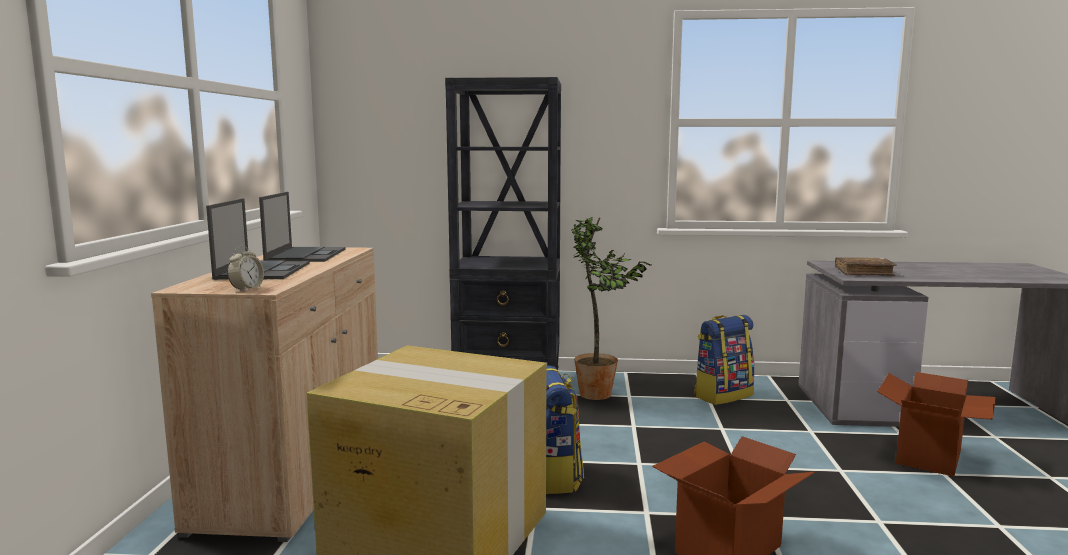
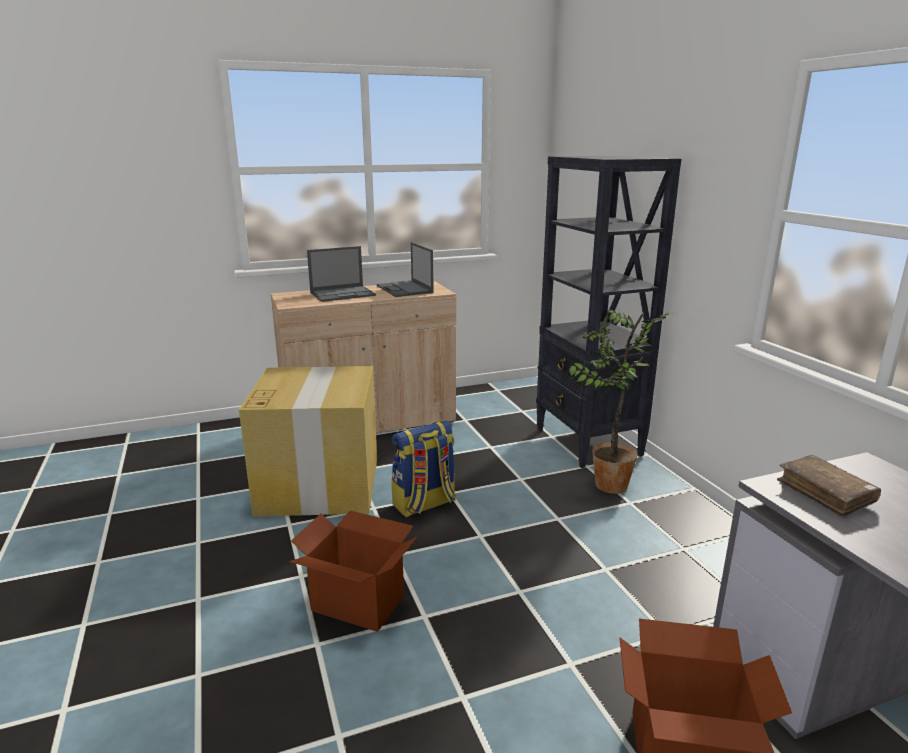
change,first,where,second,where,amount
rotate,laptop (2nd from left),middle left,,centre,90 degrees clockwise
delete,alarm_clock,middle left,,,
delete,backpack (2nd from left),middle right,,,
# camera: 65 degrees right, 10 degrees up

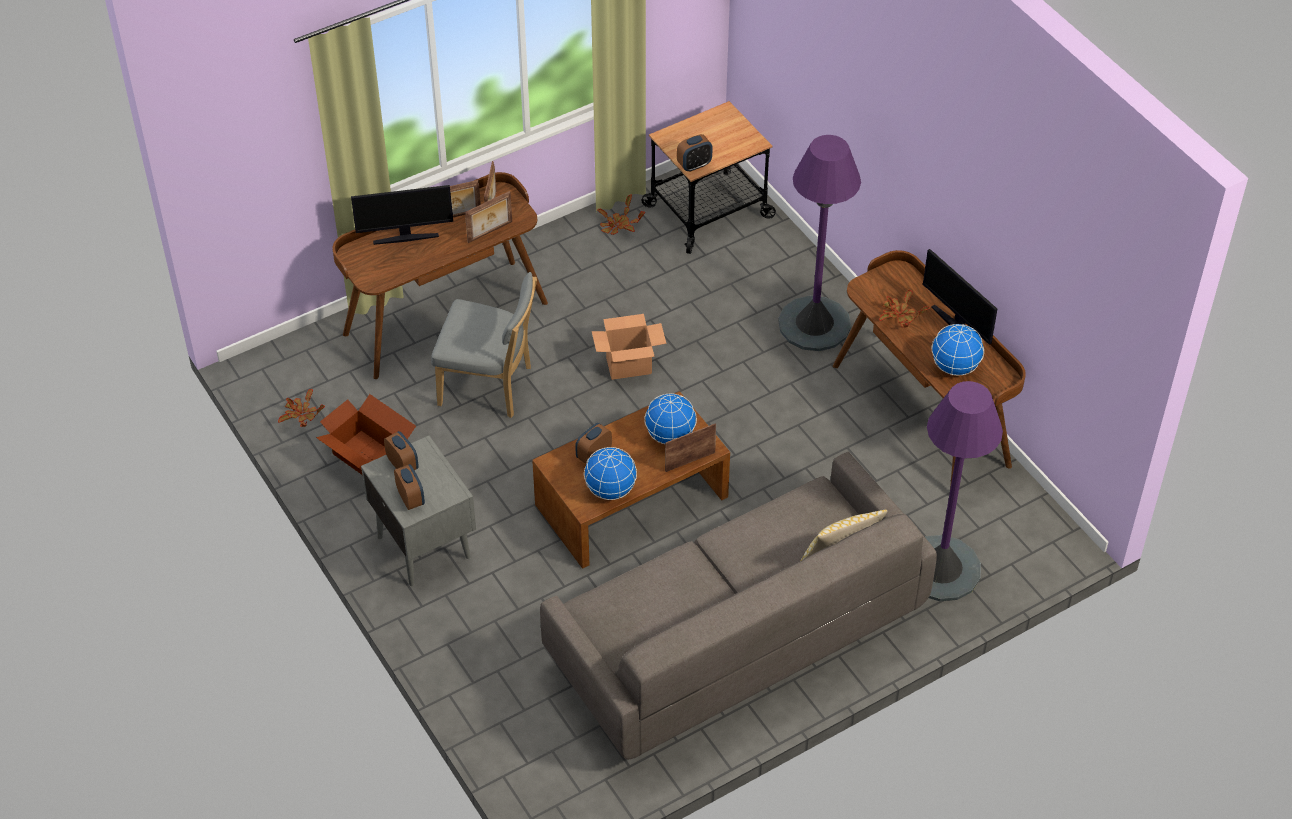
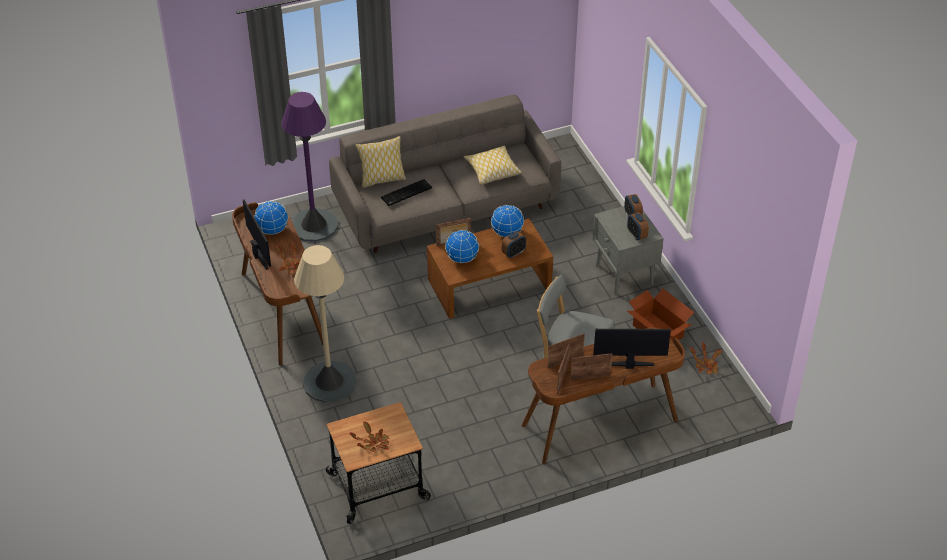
change,first,where,second,where,amount
delete,alarm_clock (4th from left),top centre,,,
recolor,purple_floor_lamp (1st from left),top centre,beige_floor_lamp,centre,
move,potted_plant (2nd from left),top centre,,bottom centre,
delete,cardboard_box (2nd from left),centre,,,
insert,,,pillow (2nd from left),top centre,
insert,,,keyboard,centre,
# camera: 170 degrees left, 5 degrees down

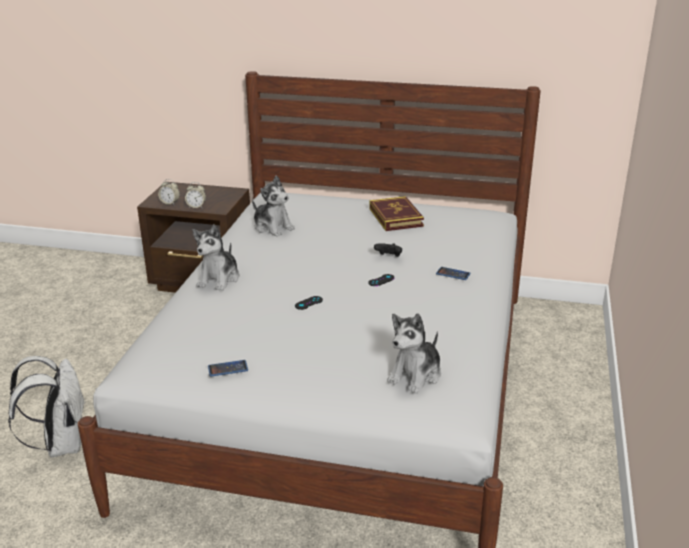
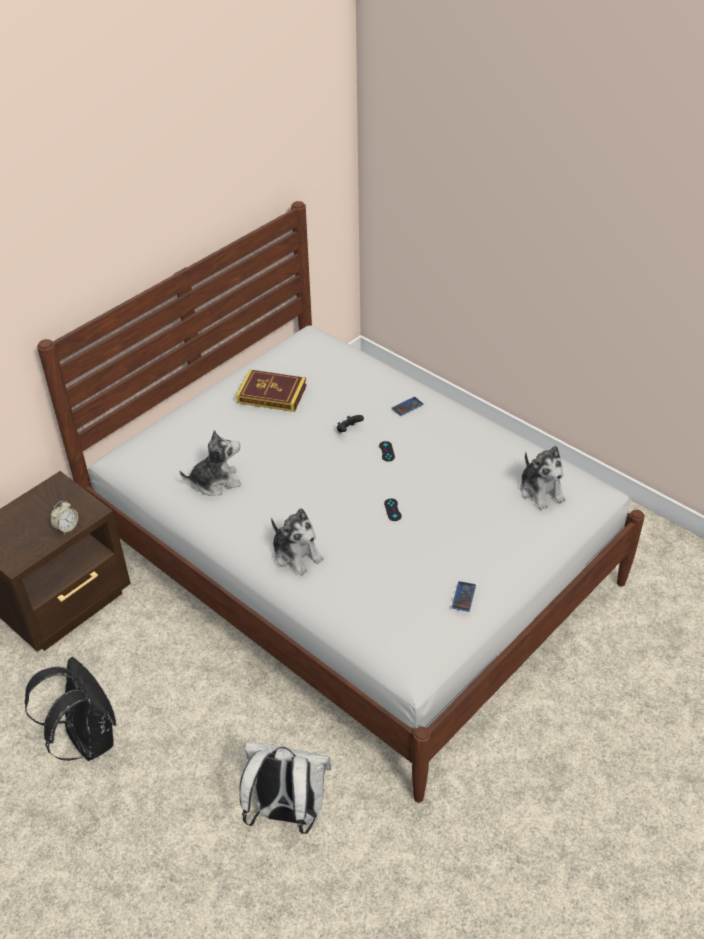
change,first,where,second,where,amount
delete,alarm_clock (1st from left),middle left,,,
insert,,,black_backpack,bottom left,
# camera: 60 degrees left, 15 degrees up

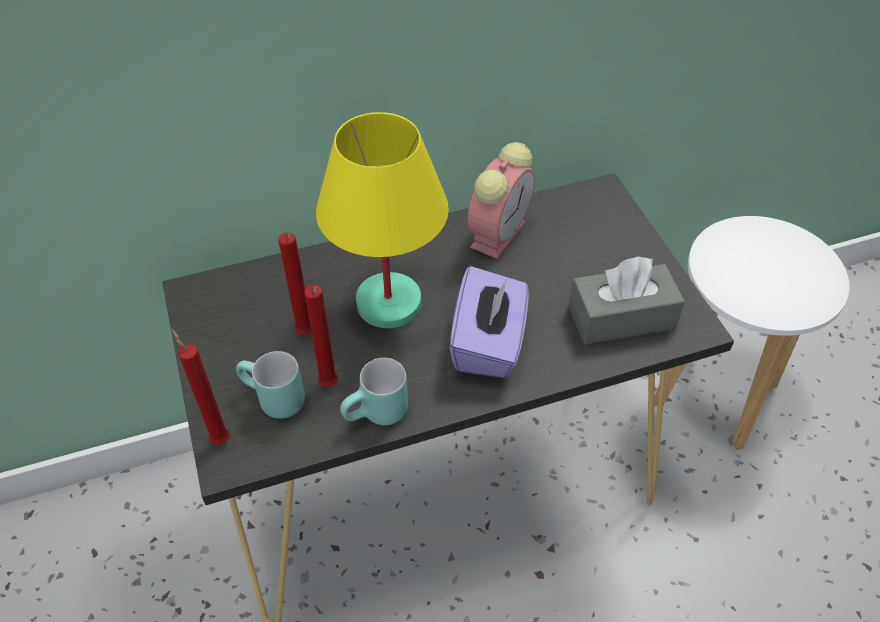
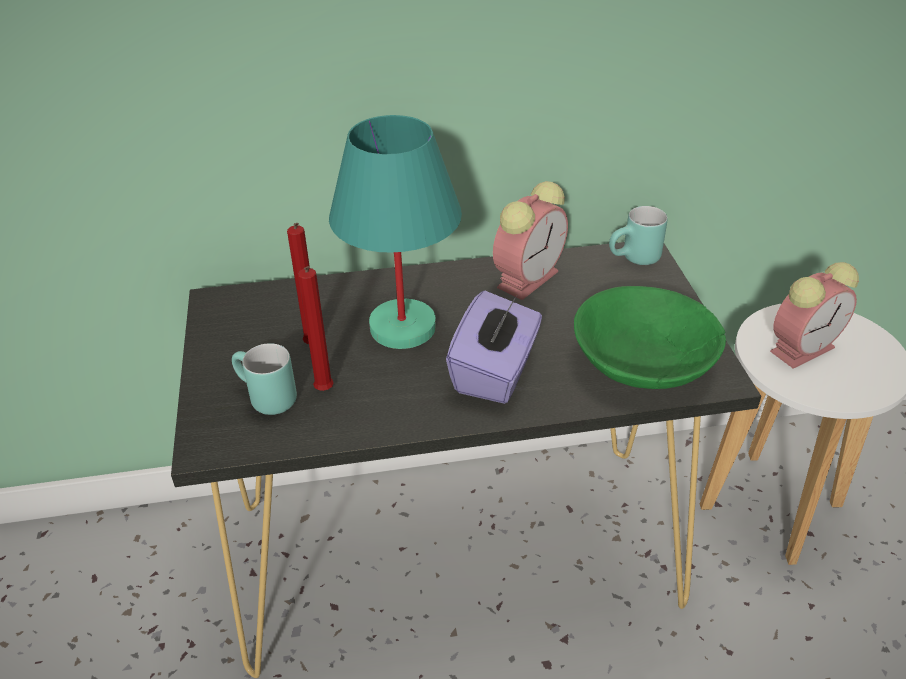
change,first,where,second,where,amount
recolor,yellow_table_lamp,centre,turquoise_table_lamp,centre,
replace,grey_tissue_box,middle right,green_bowl,middle right,
delete,red_candle (1st from left),middle left,,,
move,turquoise_mug (2nd from left),centre,,middle right,
insert,,,alarm_clock (2nd from left),middle right,
# camera: 10 degrees right, 10 degrees down

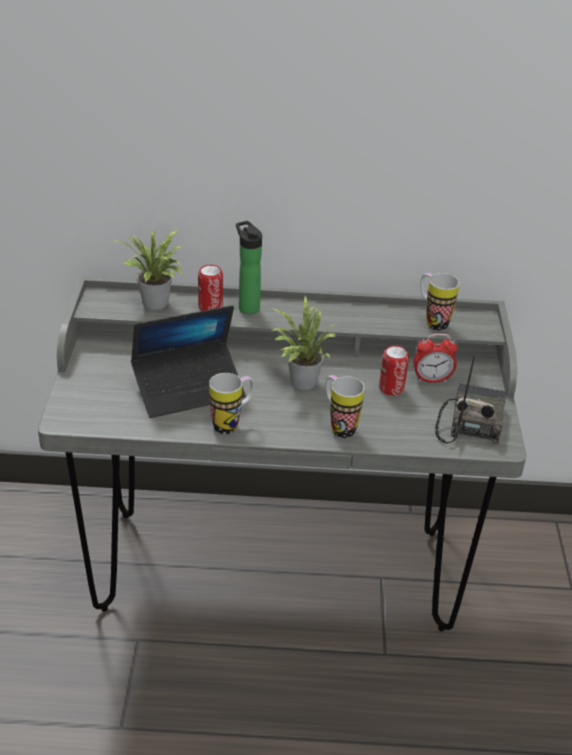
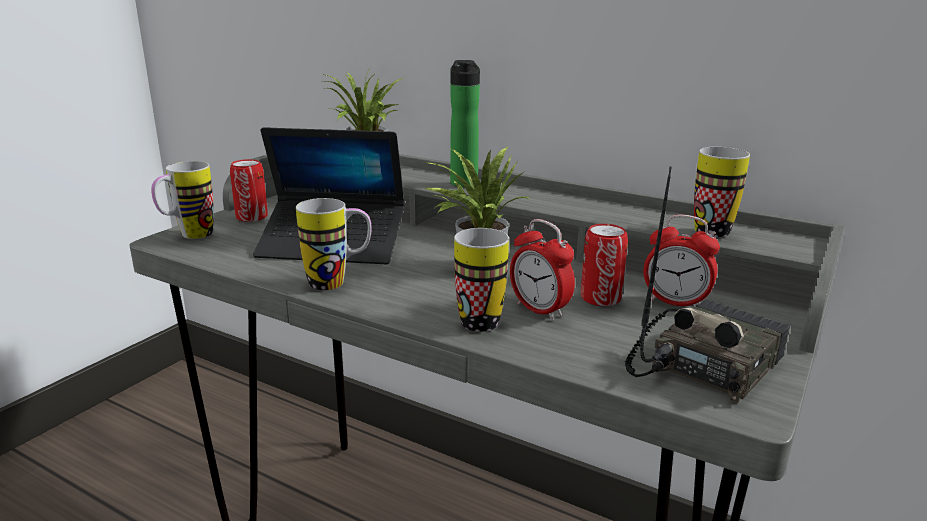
change,first,where,second,where,amount
move,can (1st from left),centre,,middle left,
insert,,,mug (1st from left),middle left,
insert,,,alarm_clock (1st from left),centre,
# camera: 30 degrees right, 15 degrees down

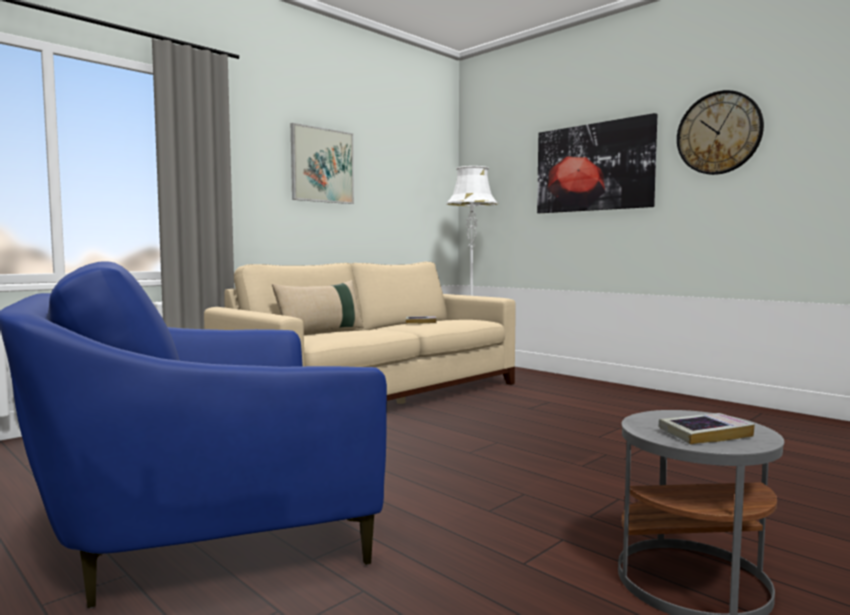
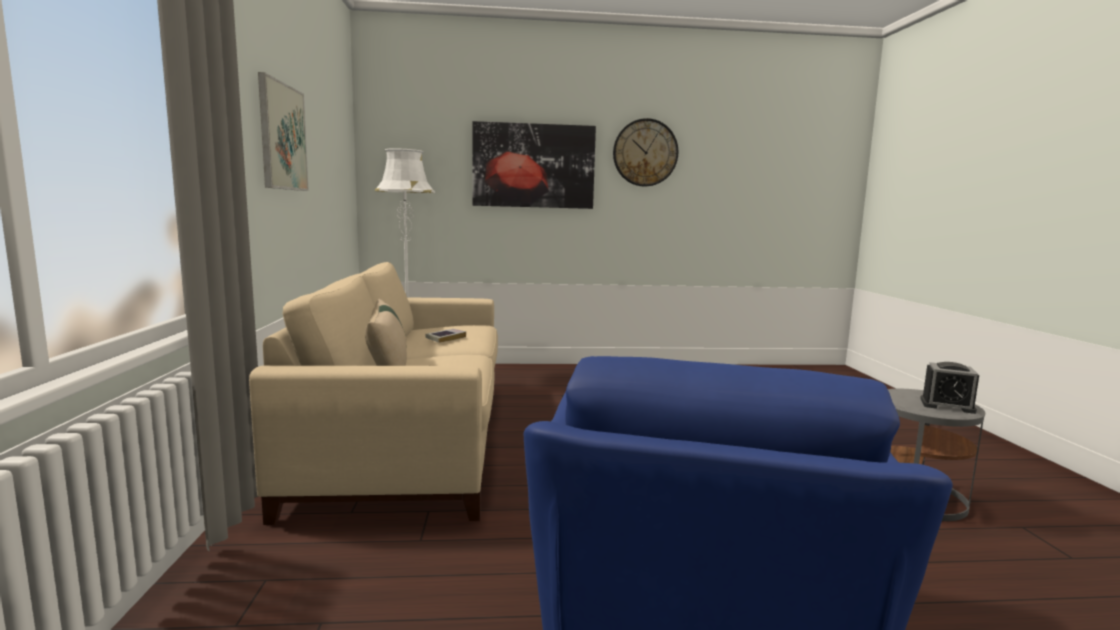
change,first,where,second,where,amount
replace,book (2nd from left),bottom right,alarm_clock,middle right,
# camera: 50 degrees left, 5 degrees up

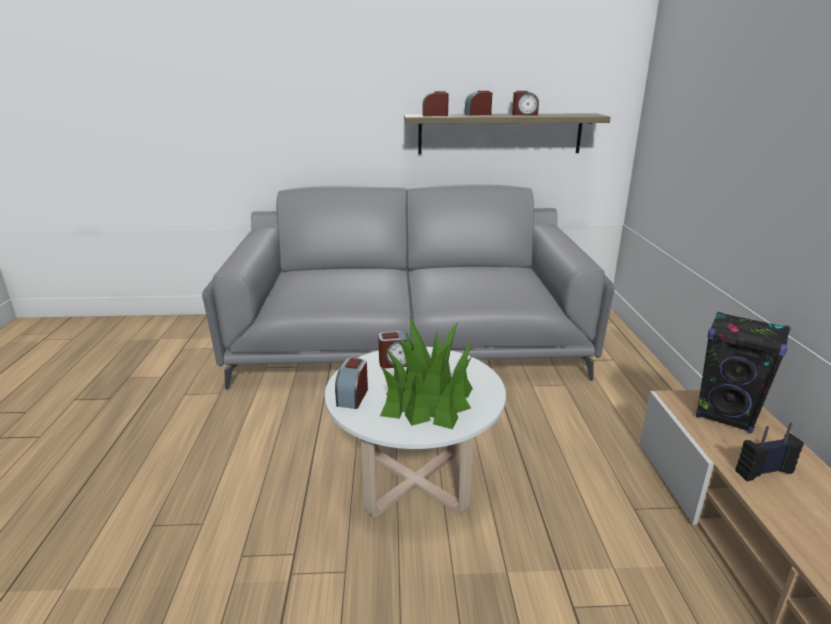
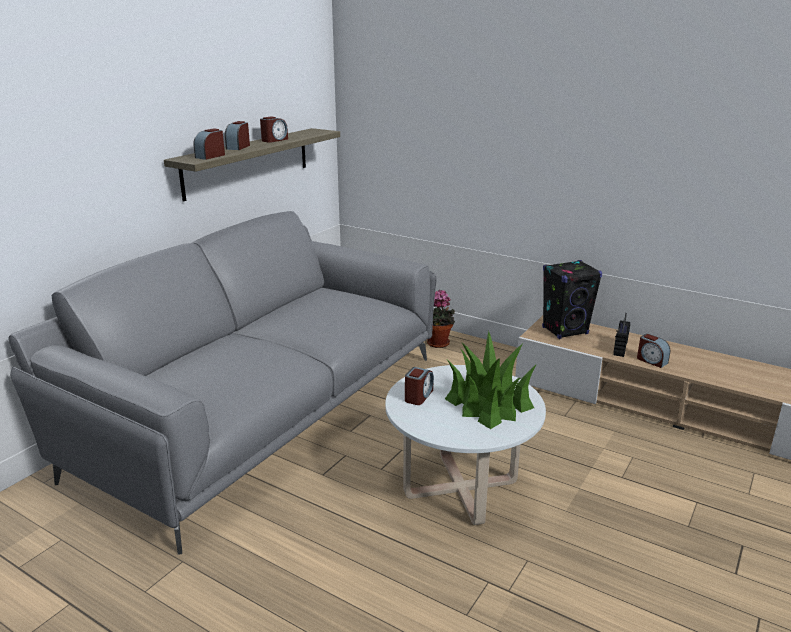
change,first,where,second,where,amount
move,alarm_clock (1st from left in the first image),centre,alarm_clock (5th from left),middle right,
insert,,,potted_plant (1st from left),centre,
# camera: 55 degrees left, 0 degrees up

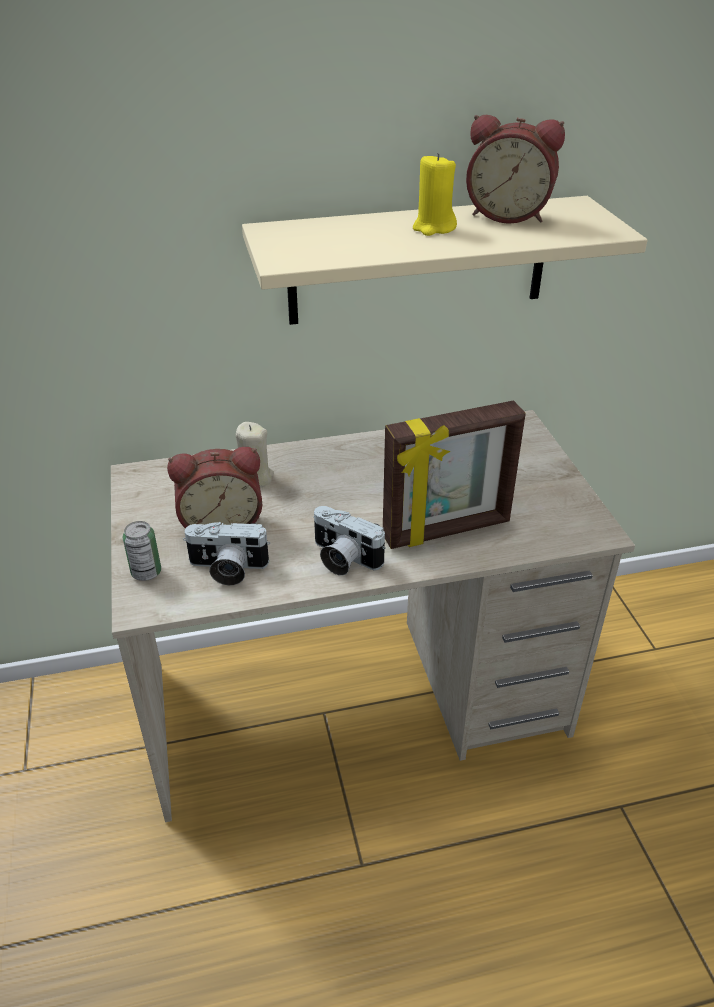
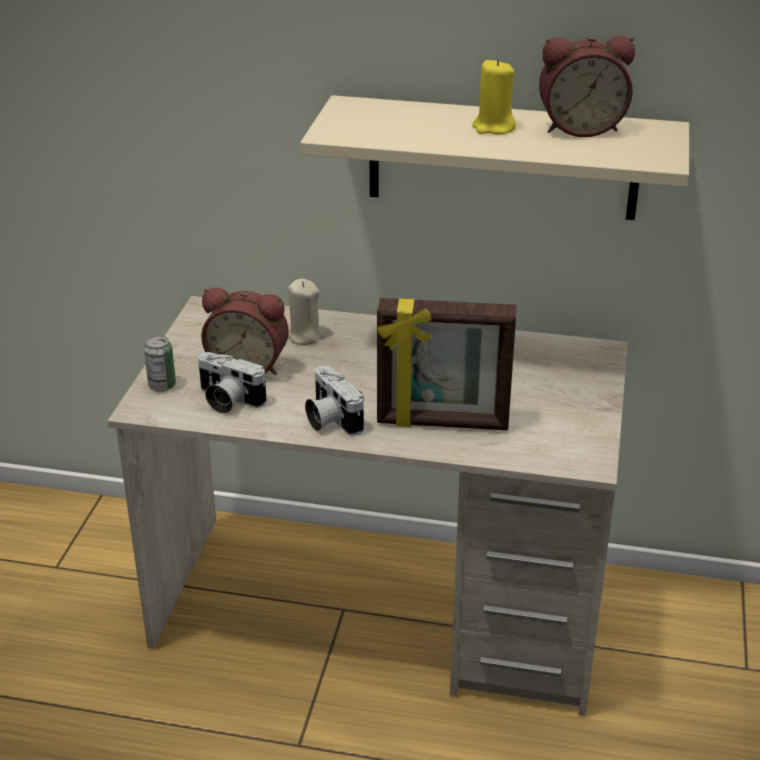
change,first,where,second,where,amount
rotate,alarm_clock (2nd from left),top right,,top right,45 degrees counterclockwise
# camera: 25 degrees right, 5 degrees down

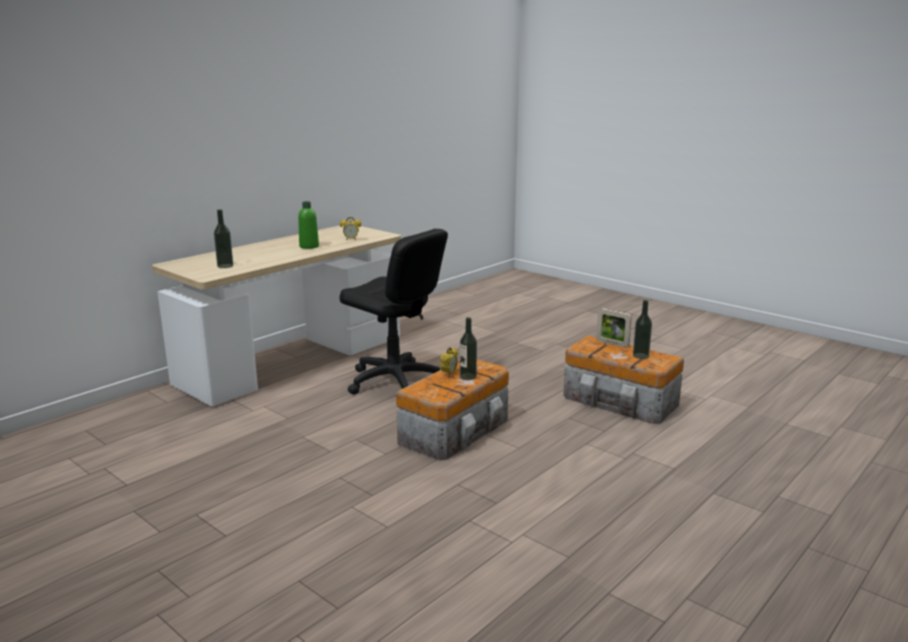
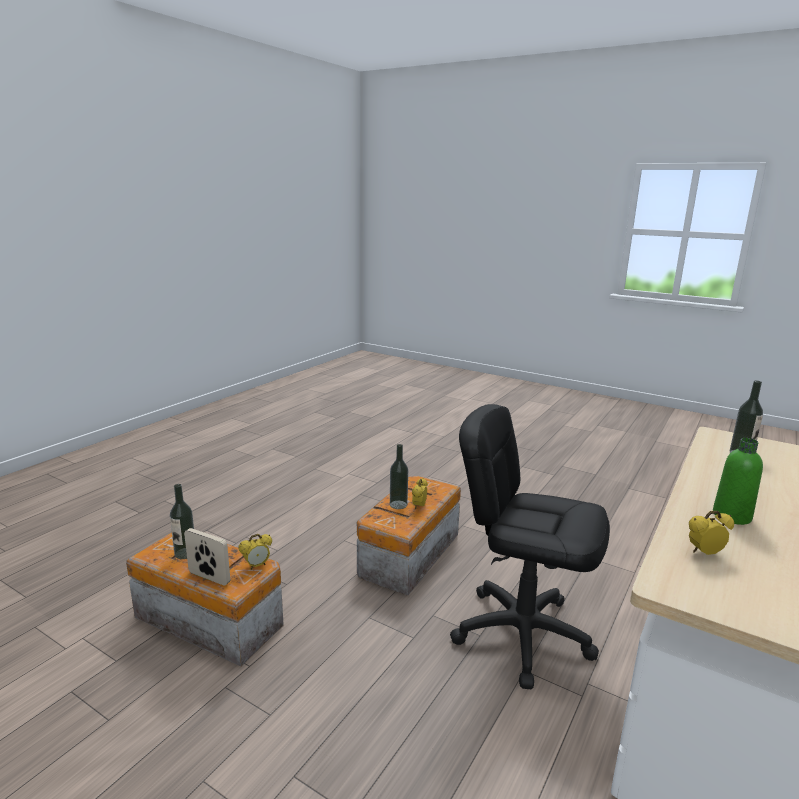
change,first,where,second,where,amount
insert,,,alarm_clock (1st from left),bottom left,
# camera: 170 degrees right, 0 degrees up

